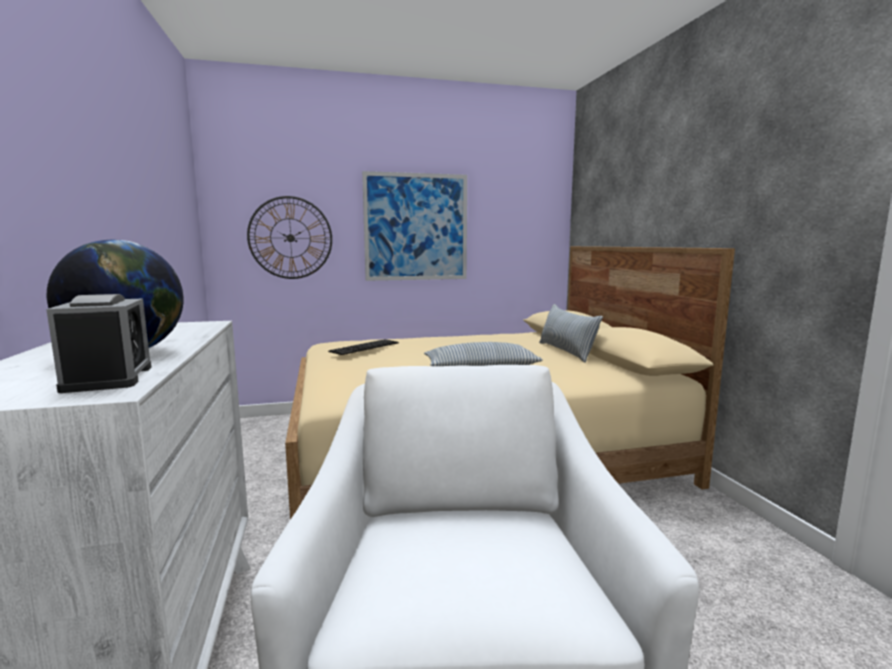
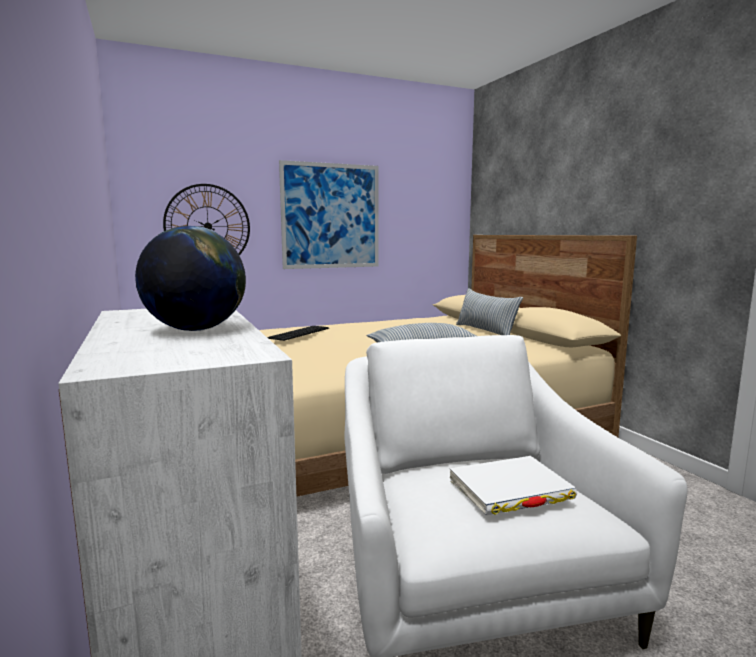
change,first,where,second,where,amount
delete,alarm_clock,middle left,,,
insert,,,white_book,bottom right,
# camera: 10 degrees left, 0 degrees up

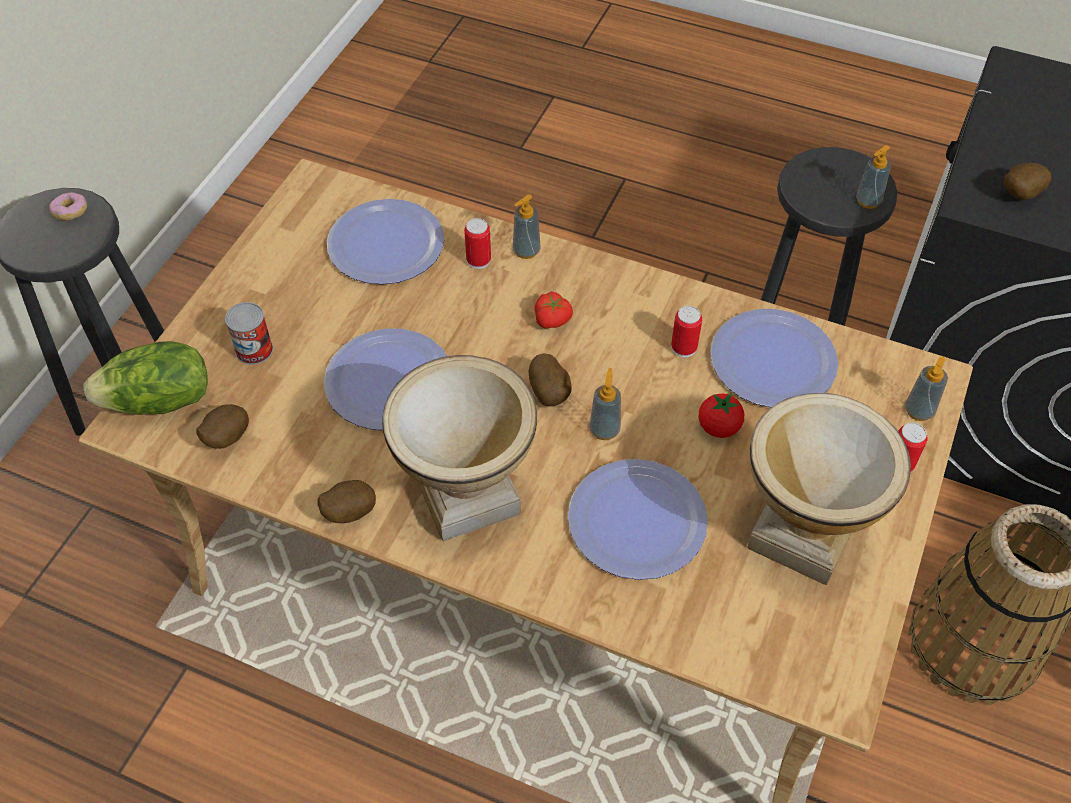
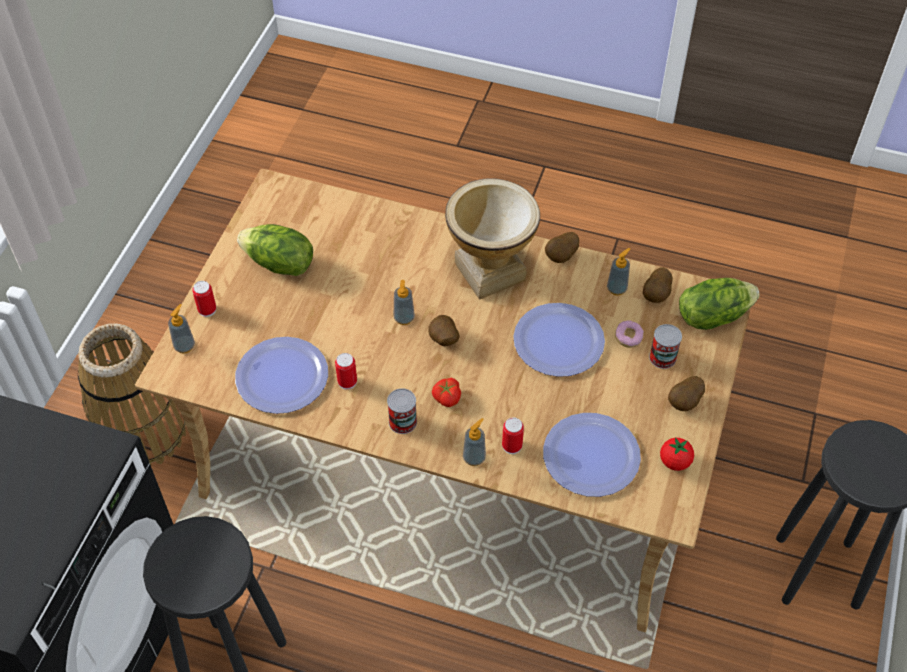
change,first,where,second,where,amount
move,soap_dispenser (3rd from left in the first image),top right,soap_dispenser (4th from left),middle right,
move,potato (4th from left),top right,,middle right,
move,donut,top left,,middle right,
move,tomato (2nd from left),middle right,,bottom right,
replace,vase (2nd from left),middle right,lettuce (1st from left),middle left,
delete,plate (3rd from left),centre,,,
insert,,,can (3rd from left),centre,
# camera: 175 degrees right, 0 degrees up

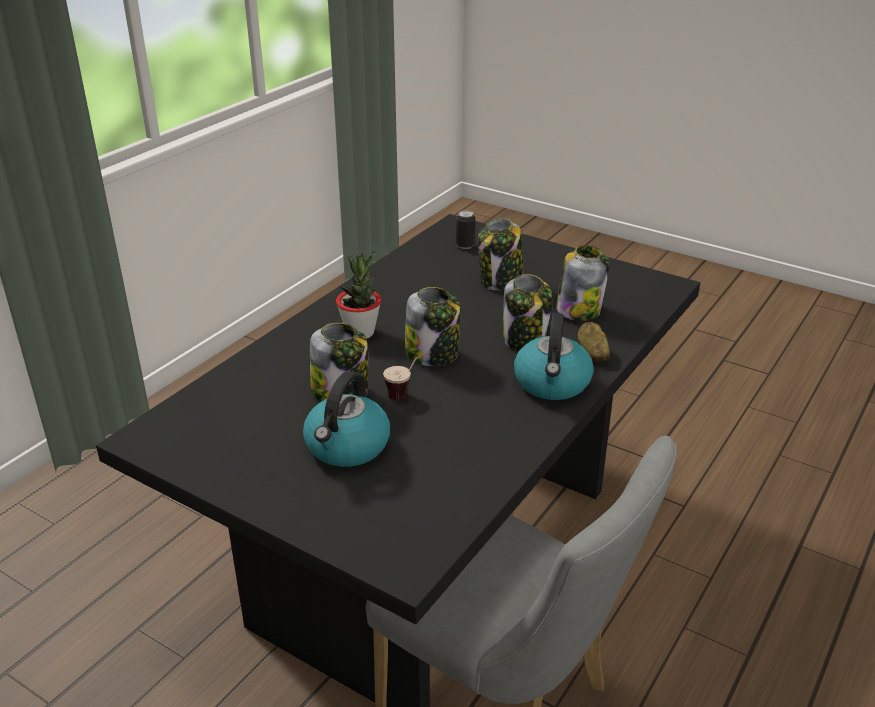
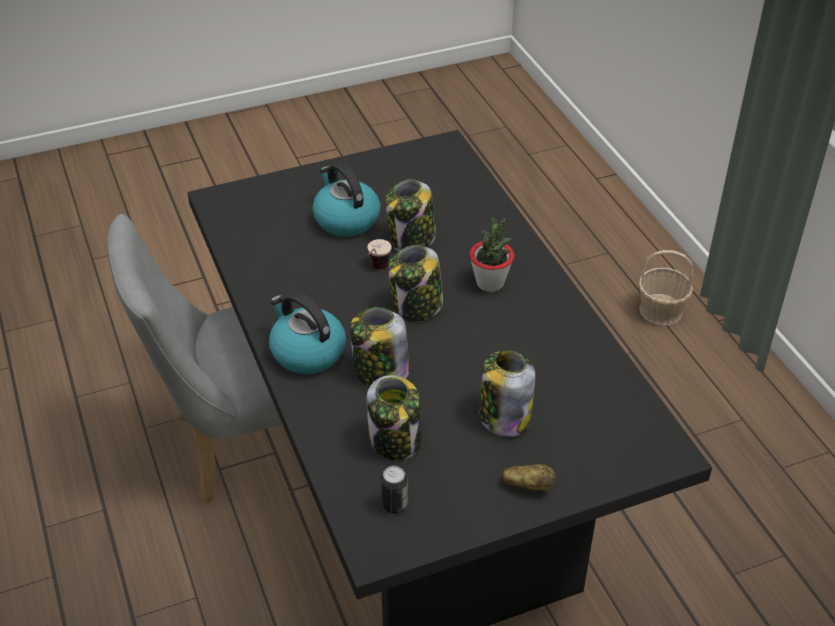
change,first,where,second,where,amount
move,can,top centre,,bottom centre,
move,potato,middle right,,bottom centre,
insert,,,basket,middle right,
# camera: 125 degrees right, 10 degrees up

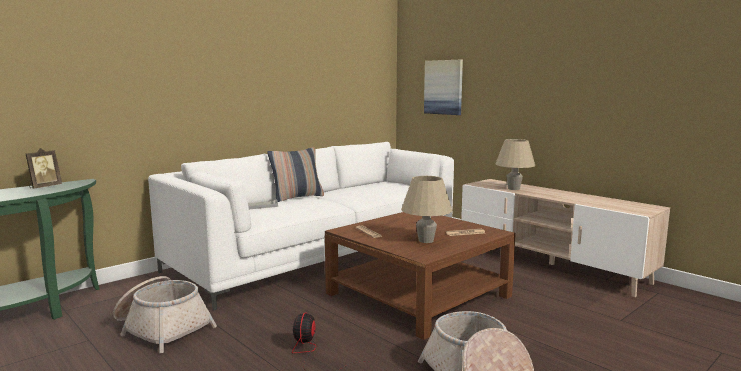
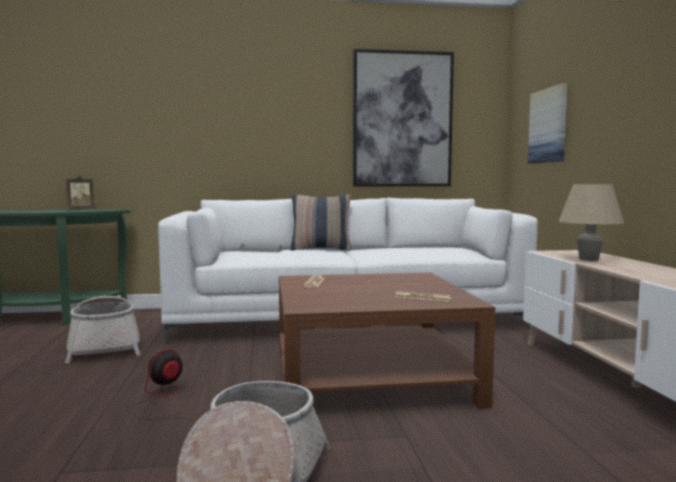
change,first,where,second,where,amount
delete,beige_table_lamp (1st from left),centre,,,
insert,,,picture (1st from left),top centre,
# camera: 35 degrees right, 5 degrees down

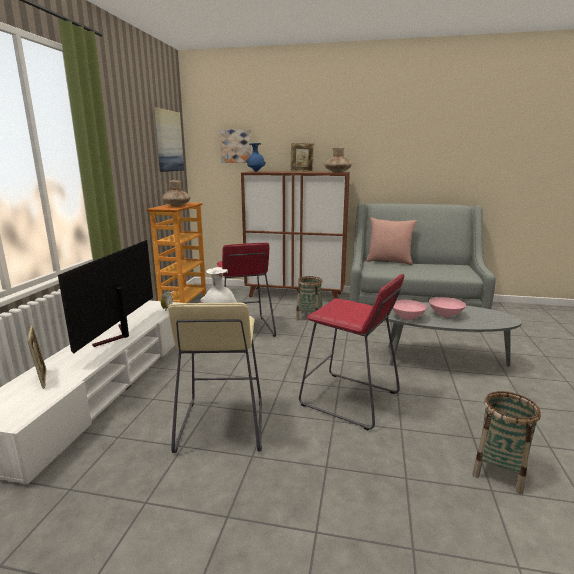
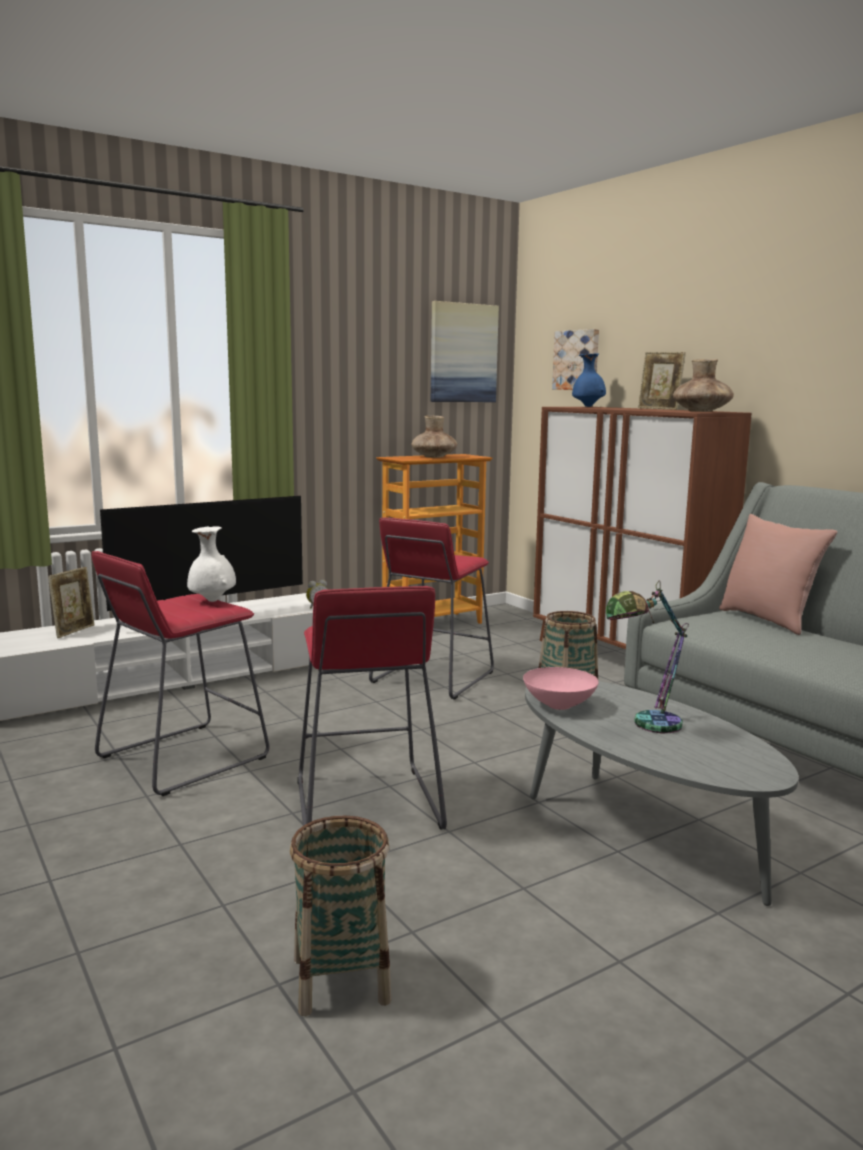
change,first,where,second,where,amount
replace,pink_bowl (2nd from left),middle right,table_lamp,middle right,
recolor,beige_stool,centre,red_stool (1st from left),middle left,
# camera: 45 degrees right, 5 degrees down

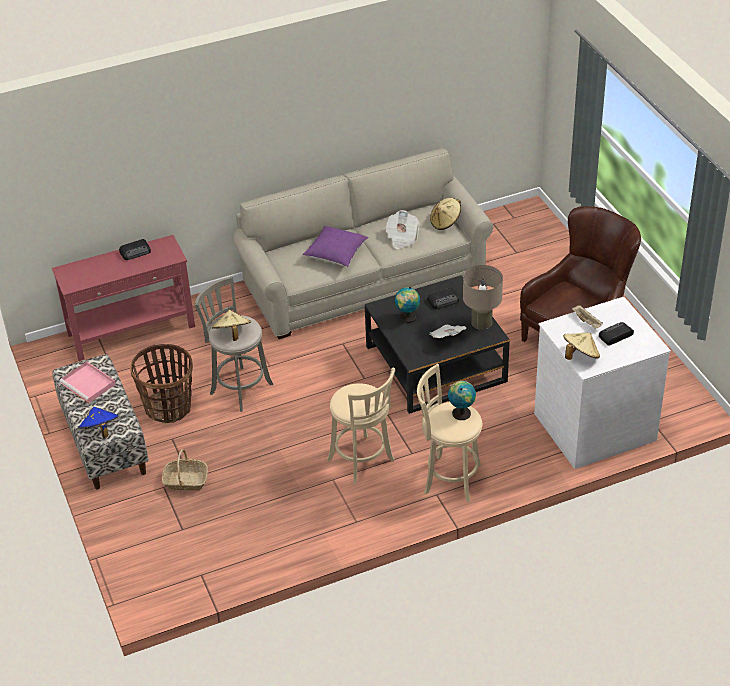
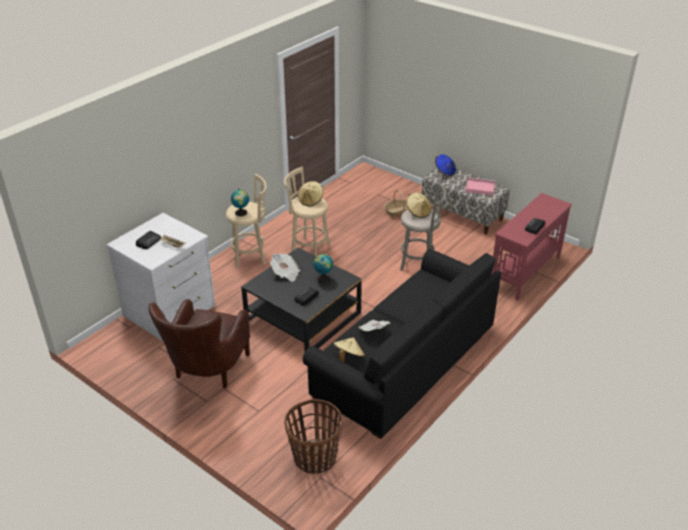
change,first,where,second,where,amount
recolor,beige_sofa,centre,black_sofa,centre,
delete,purple_pillow,centre,,,
delete,beige_table_lamp,centre,,,
move,beige_hat (3rd from left in the first image),middle right,beige_hat (1st from left),centre,
move,basket (1st from left),middle left,,bottom centre,
# camera: 150 degrees right, 5 degrees down

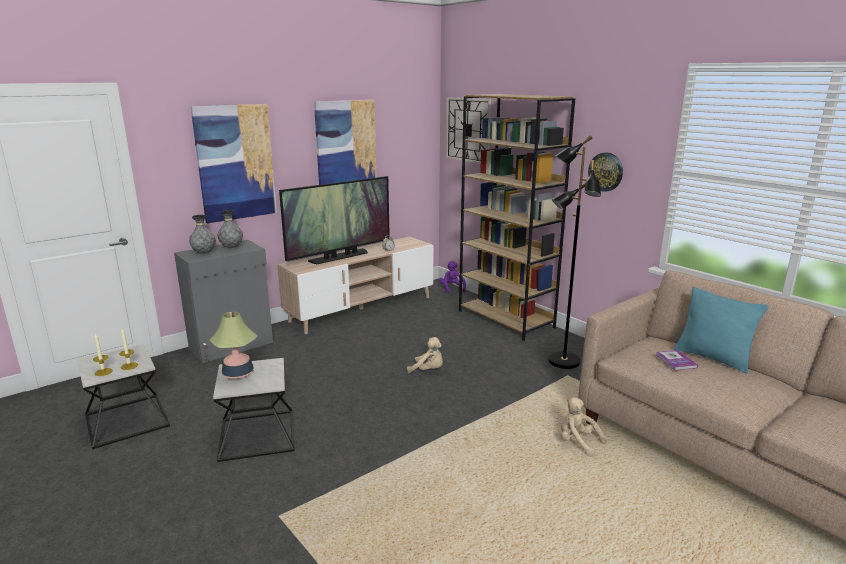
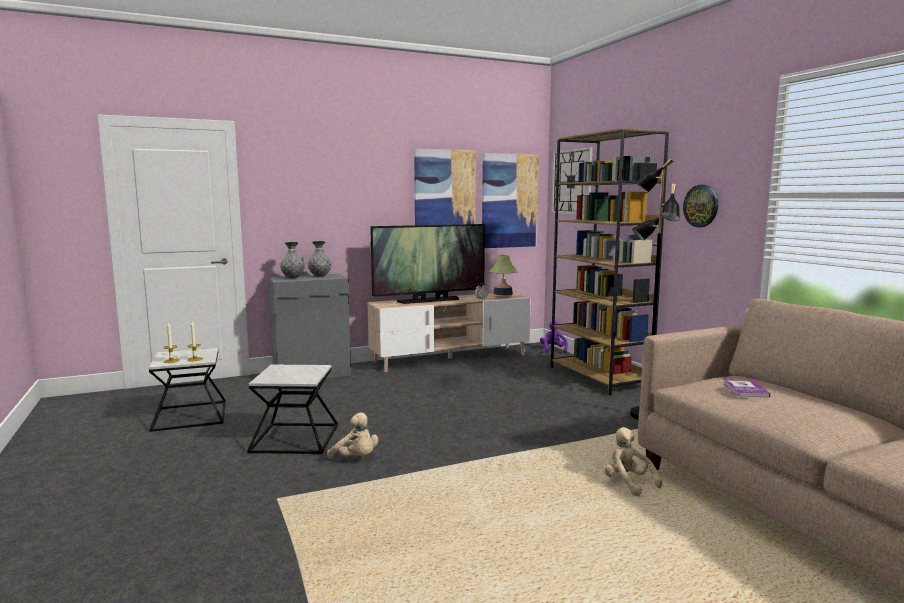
change,first,where,second,where,amount
move,picture (1st from left in the first image),top left,picture (2nd from left),top centre,
delete,turquoise_pillow,middle right,,,
move,table_lamp,middle left,,centre,
move,beige_plush_toy (1st from left),centre,,bottom centre,
# camera: 15 degrees right, 10 degrees down

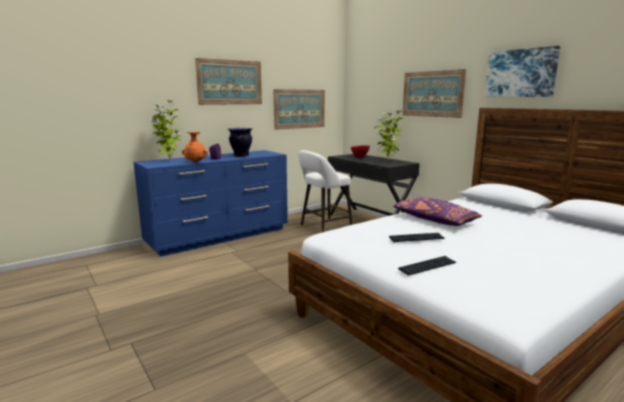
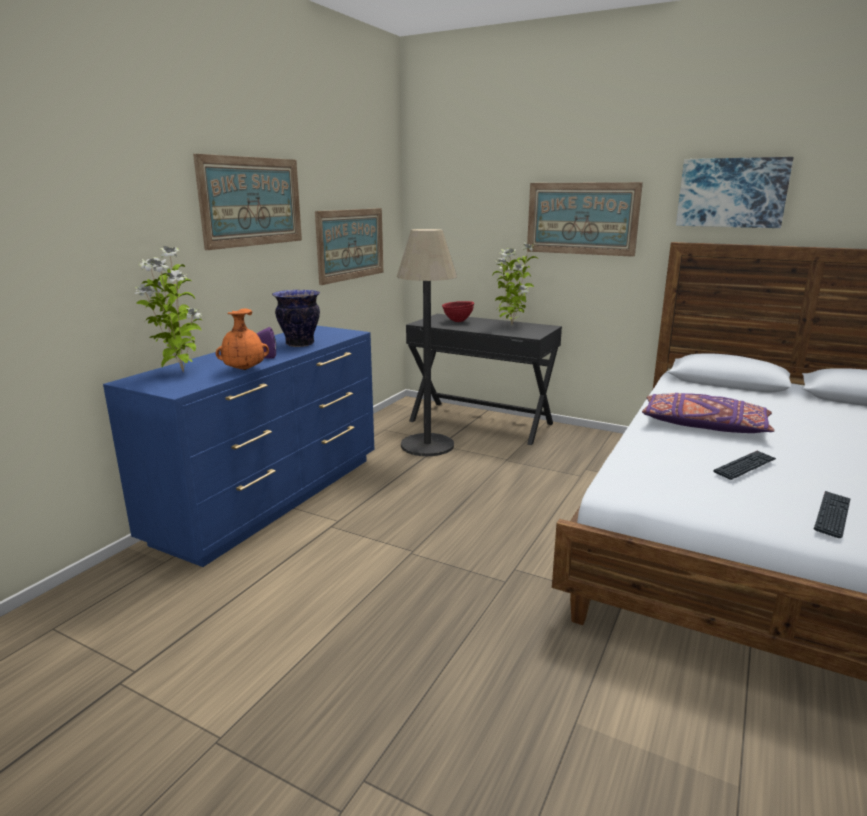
change,first,where,second,where,amount
replace,white_stool,centre,floor_lamp,centre,
# camera: 25 degrees left, 5 degrees up

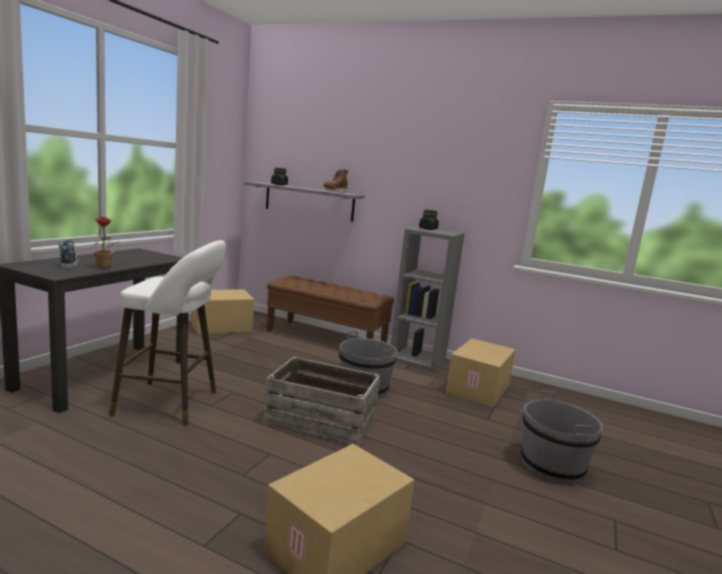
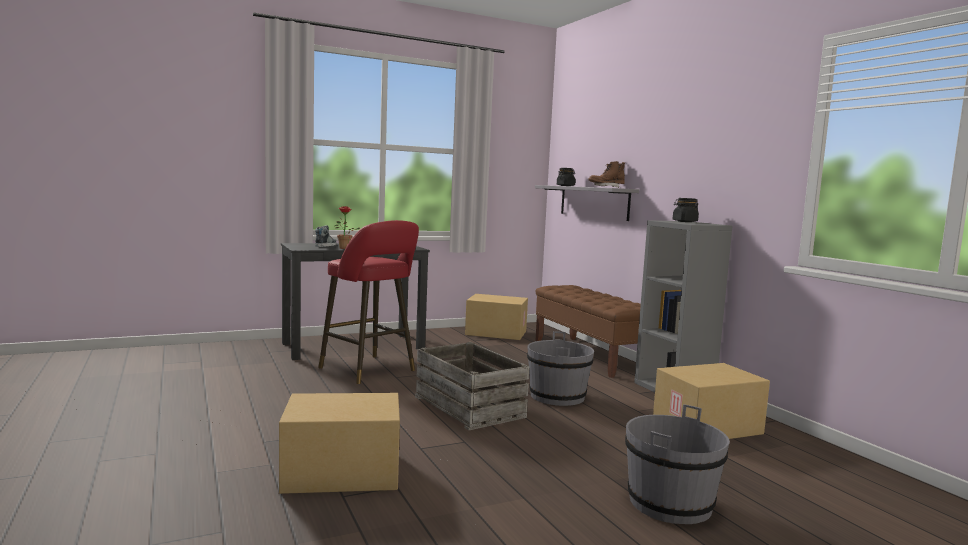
change,first,where,second,where,amount
recolor,white_stool,middle left,red_stool,centre,
# camera: 40 degrees right, 5 degrees down

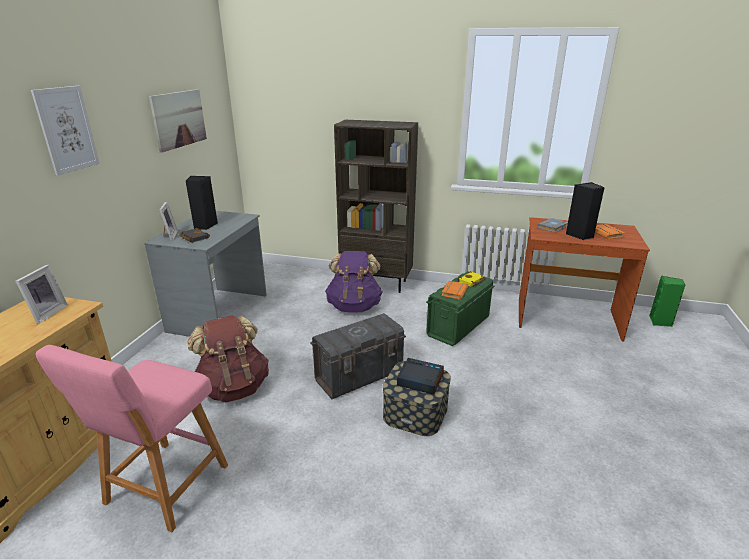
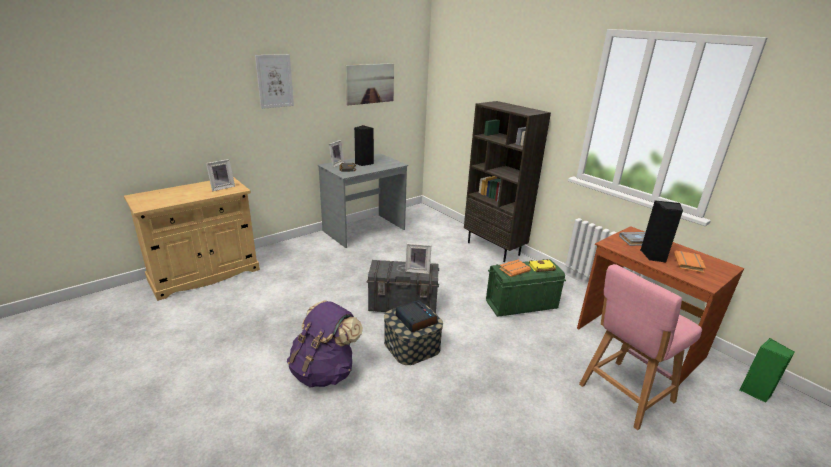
change,first,where,second,where,amount
move,purple_backpack,centre,,bottom centre,
delete,brown_backpack,middle left,,,
move,pink_stool,bottom left,,bottom right,
insert,,,picture_frame (3rd from left),centre,
# camera: 35 degrees right, 0 degrees up

